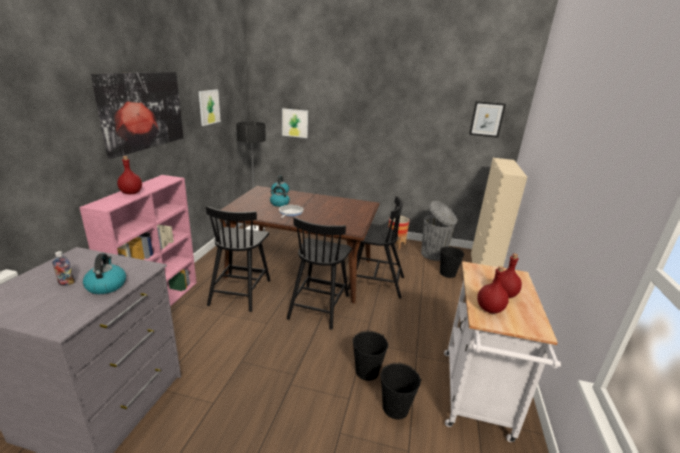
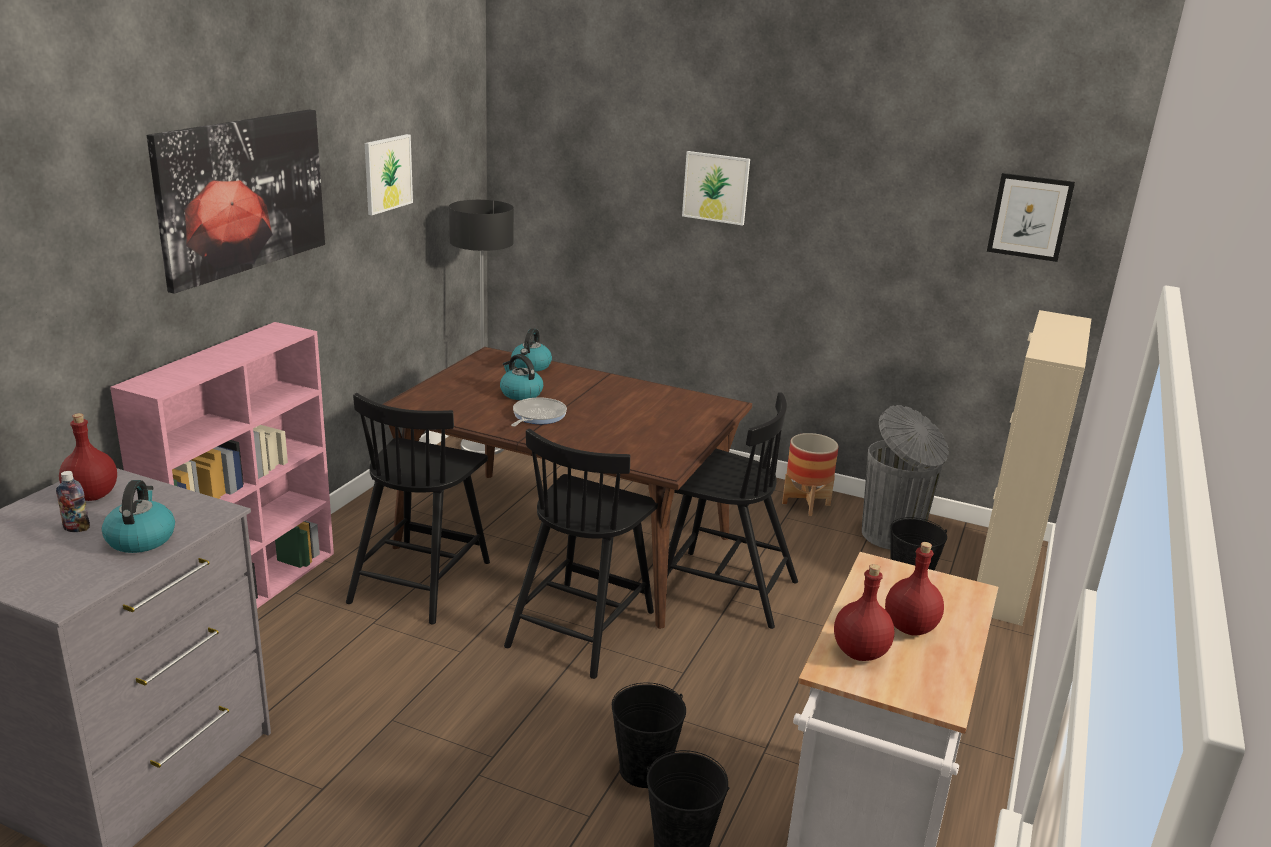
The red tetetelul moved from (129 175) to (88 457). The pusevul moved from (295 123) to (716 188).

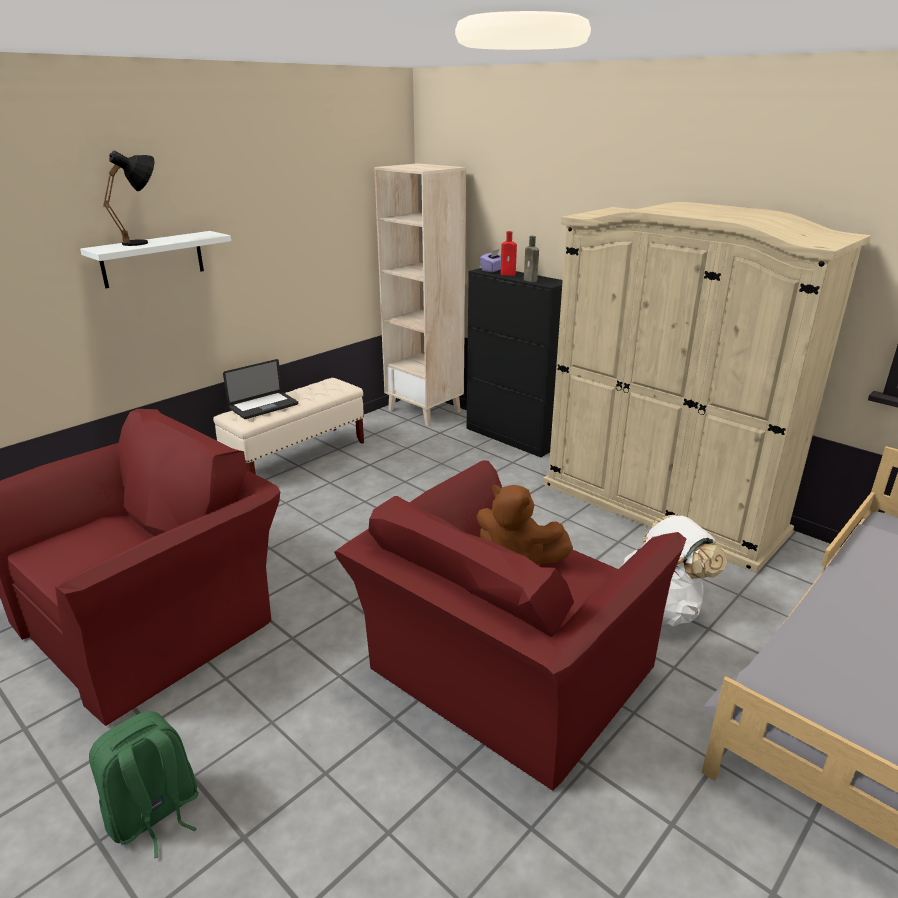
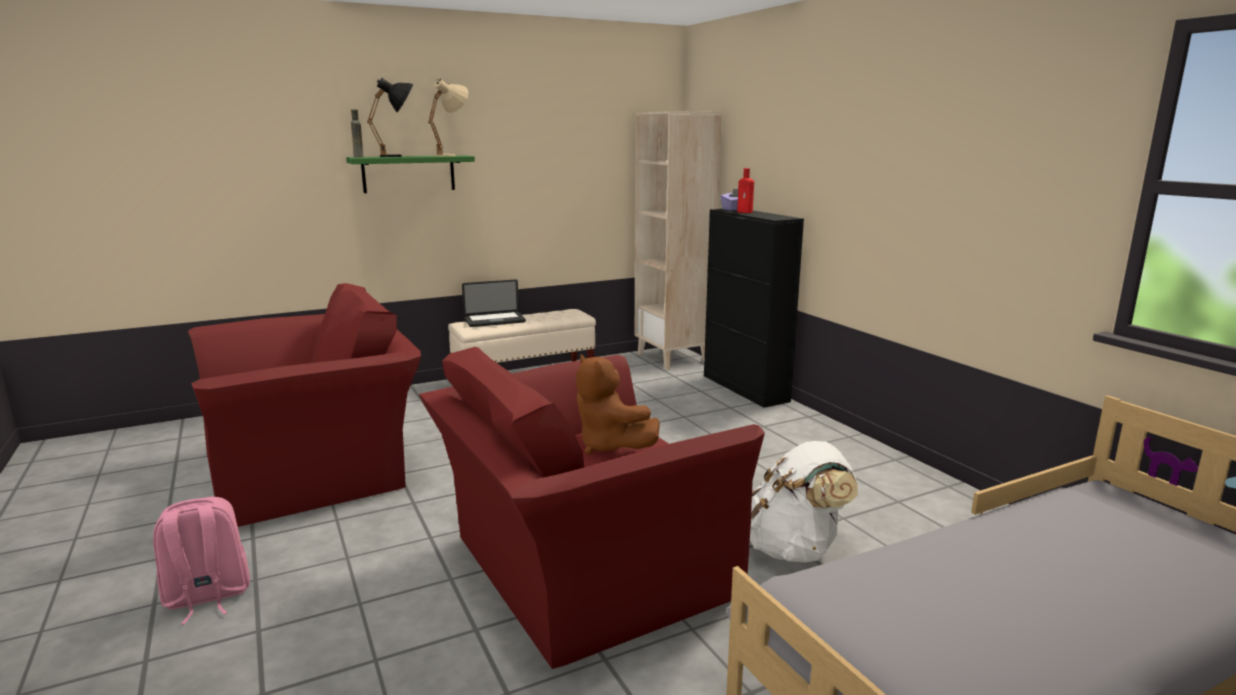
The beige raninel at (707 387) disappeared. The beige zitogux at (448 117) appeared. The brown tetetelul moved from (531 259) to (357 133). The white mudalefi at (155 259) became the green mudalefi at (410 174). The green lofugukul at (144 784) became the pink lofugukul at (201 561).

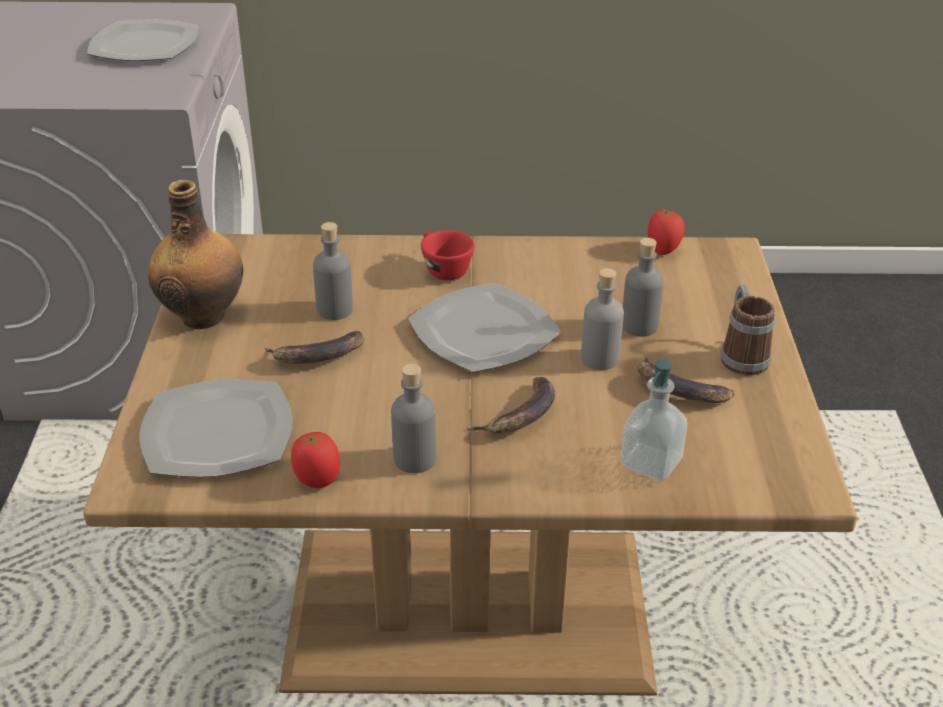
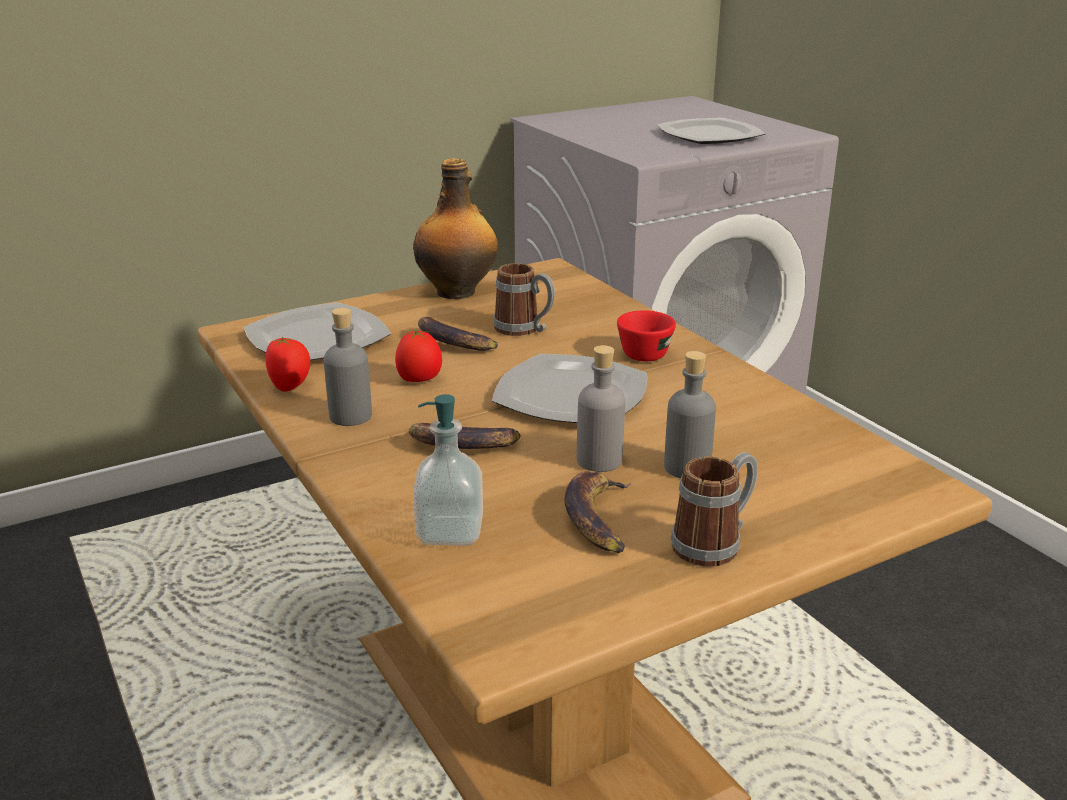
The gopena moved from (666 232) to (418 356). The grey tetetelul at (333 271) was replaced by the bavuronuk at (524 299).

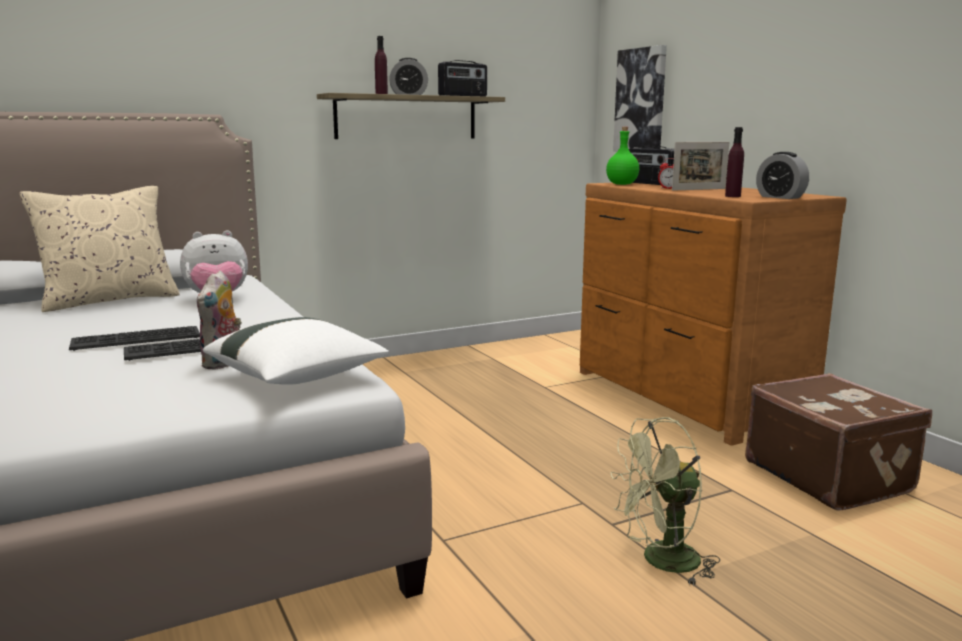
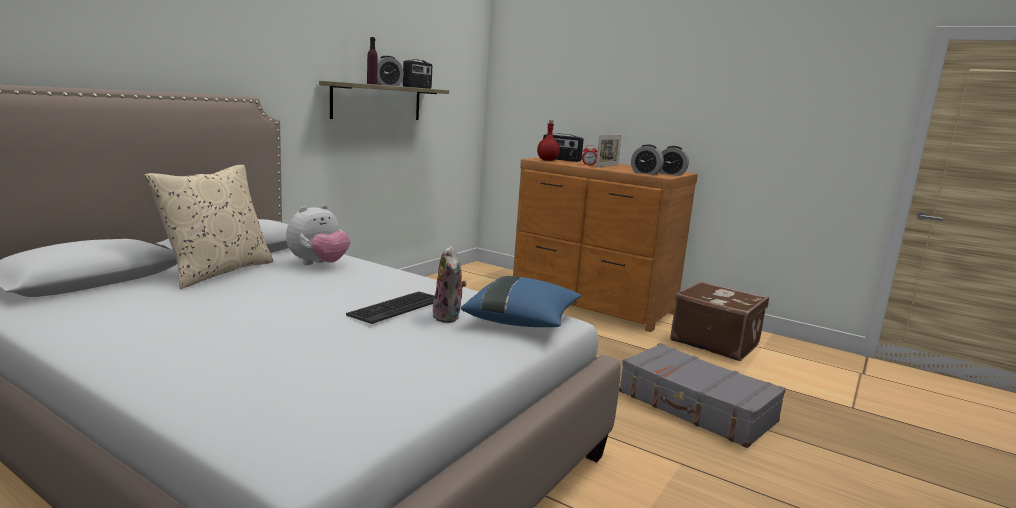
The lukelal at (134 338) disappeared. The pusevul at (640 98) disappeared. The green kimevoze at (665 501) was replaced by the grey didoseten at (702 395). The purple tetetelul at (734 162) was replaced by the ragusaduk at (647 160). The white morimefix at (296 351) became the blue morimefix at (521 301). The green tetetelul at (622 156) became the red tetetelul at (548 140).

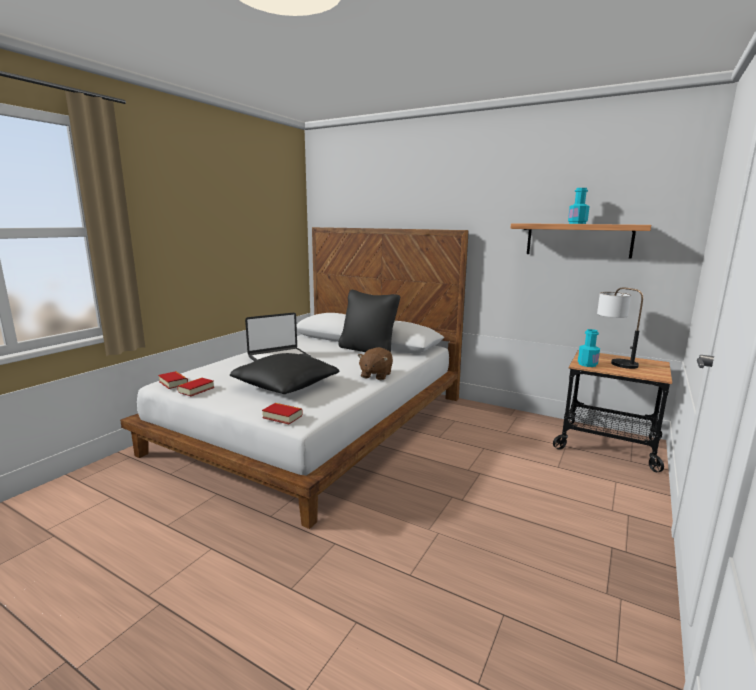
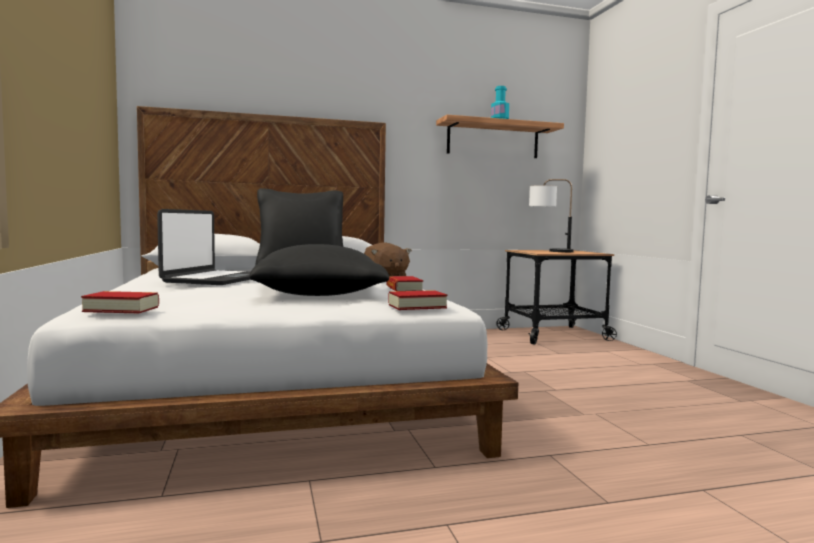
The turquoise tetetelul at (589 348) disappeared. The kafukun moved from (195 387) to (405 283).

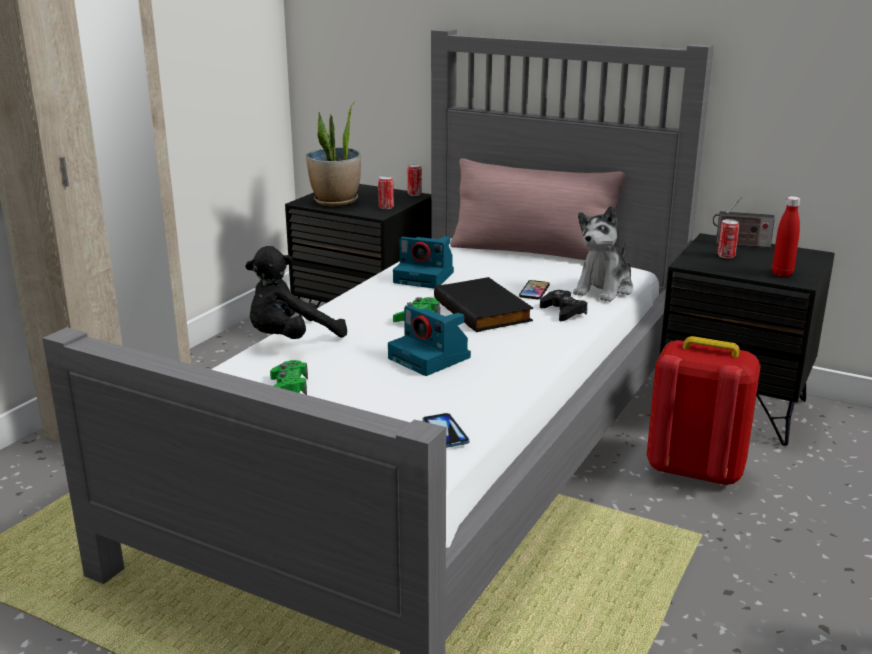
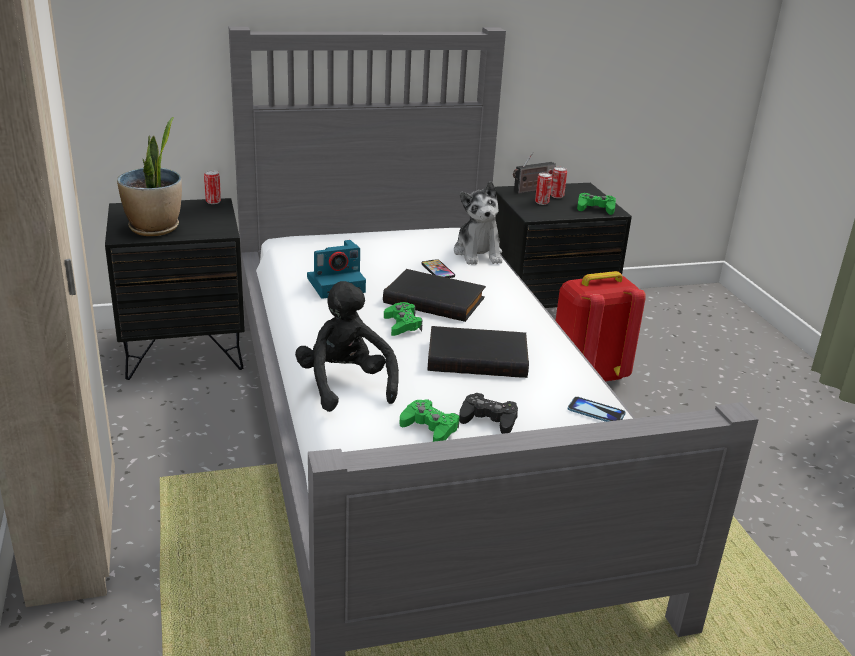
The pink morimefix at (538 209) disappeared. The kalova moved from (386 192) to (558 182). The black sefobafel moved from (564 305) to (488 413). The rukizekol at (429 340) was replaced by the black kafukun at (478 352). The red tetetelul at (786 236) was replaced by the green sefobafel at (596 204). The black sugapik at (296 292) turned 150 degrees clockwise.

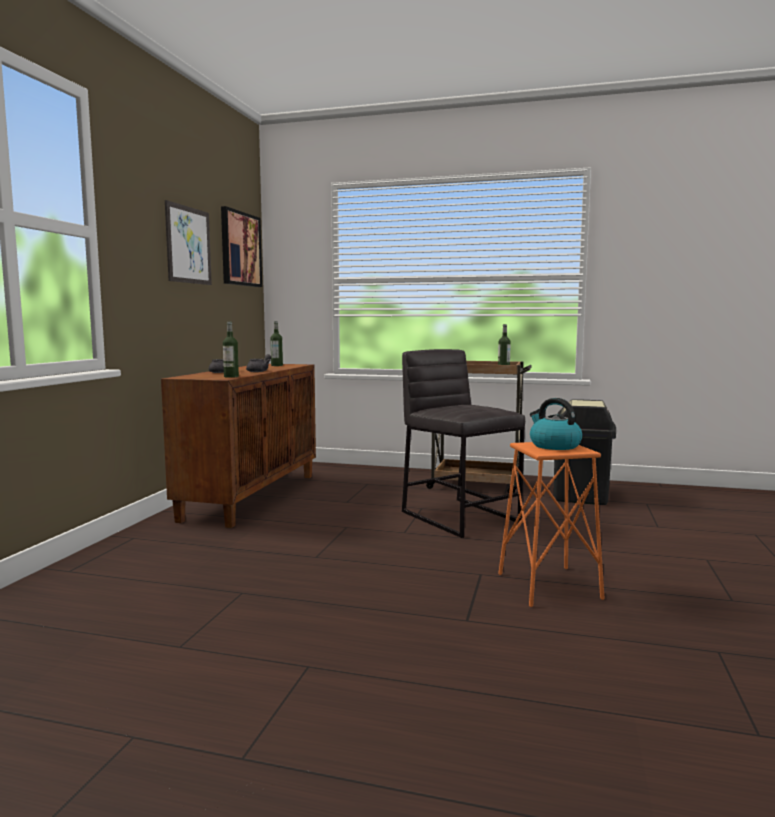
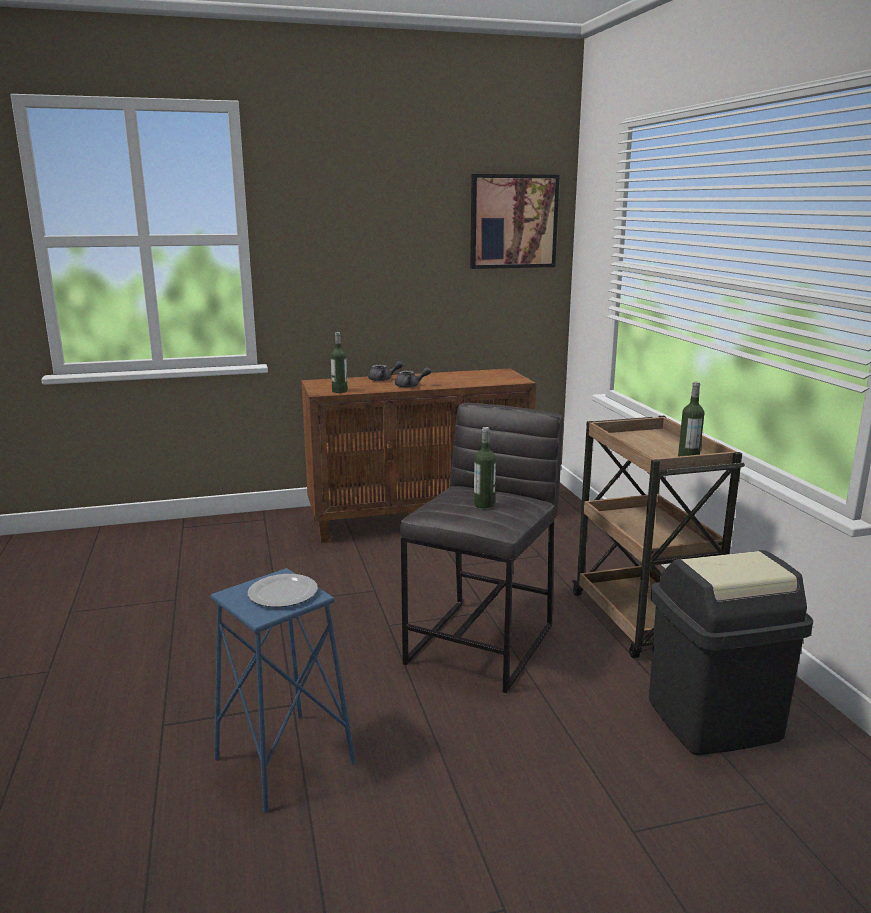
The pusevul at (188 242) disappeared. The tetetelul moved from (276 343) to (485 468). The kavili at (556 424) was replaced by the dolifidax at (283 590). The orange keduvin at (551 524) became the blue keduvin at (283 690).

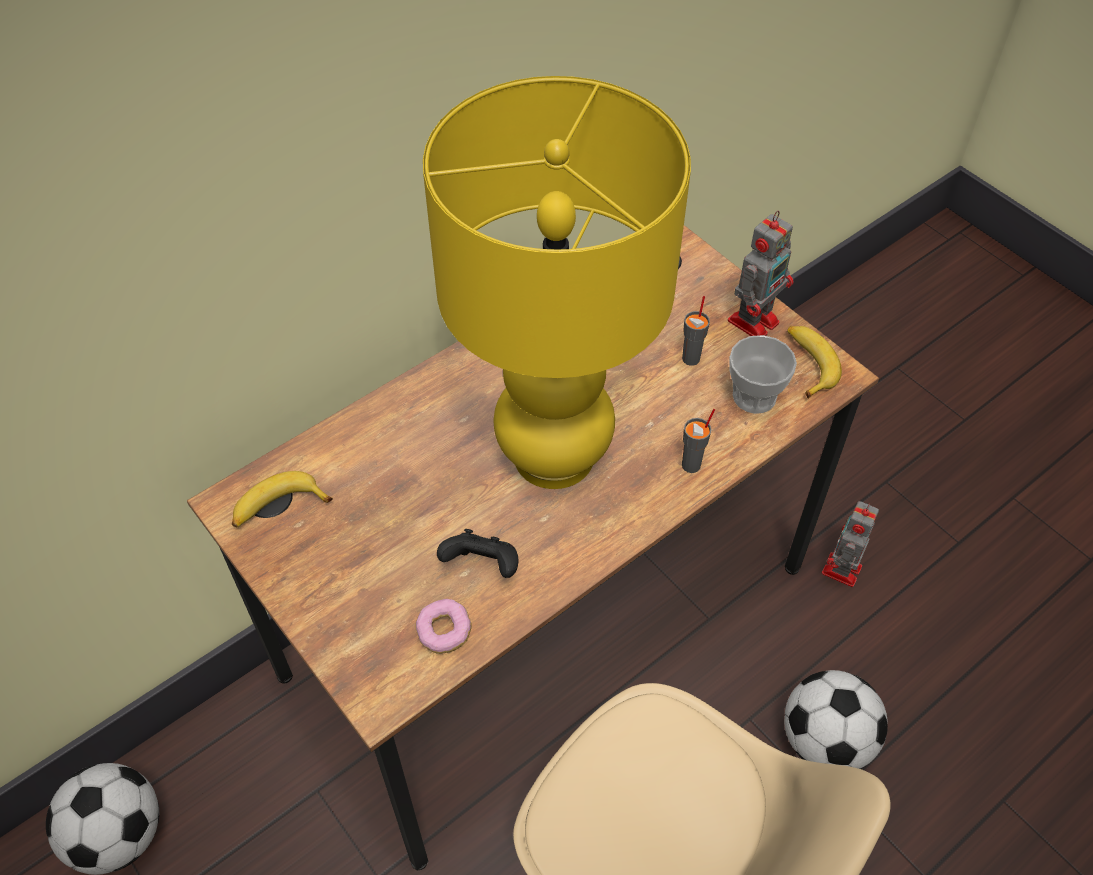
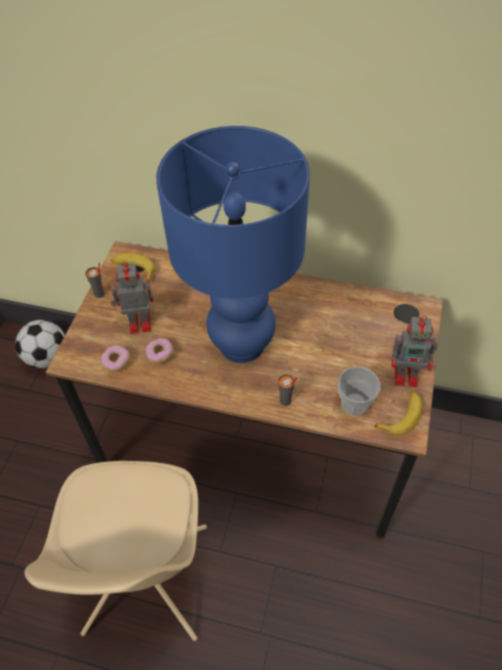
The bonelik at (836 719) disappeared. The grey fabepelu moved from (696 331) to (95 280). The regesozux moved from (850 544) to (132 298). The black sefobafel at (478 553) was replaced by the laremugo at (159 351). The yellow zitogux at (557 282) became the blue zitogux at (233 244).

